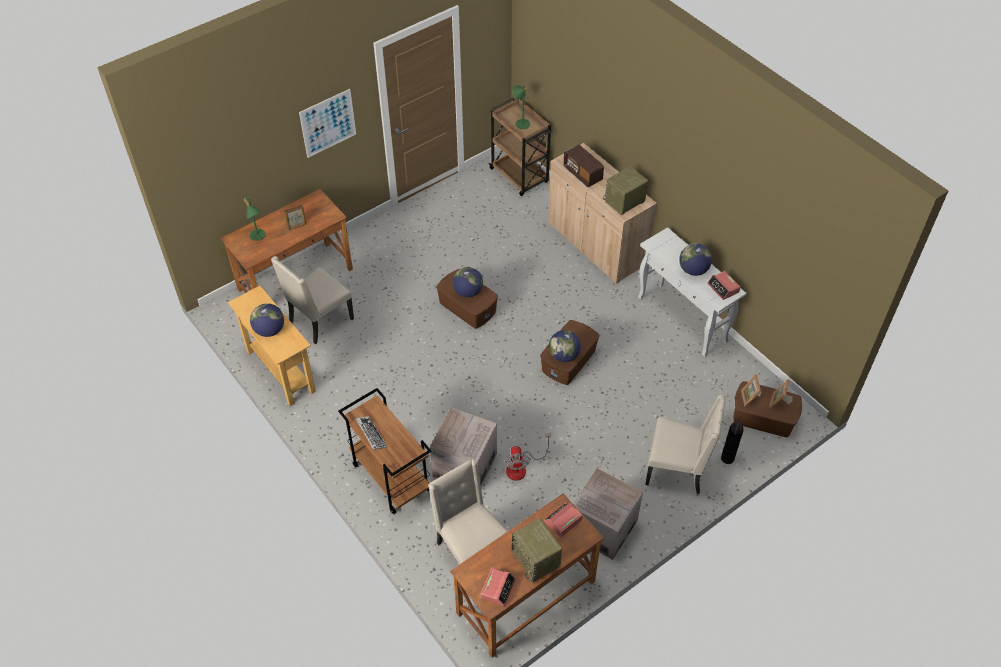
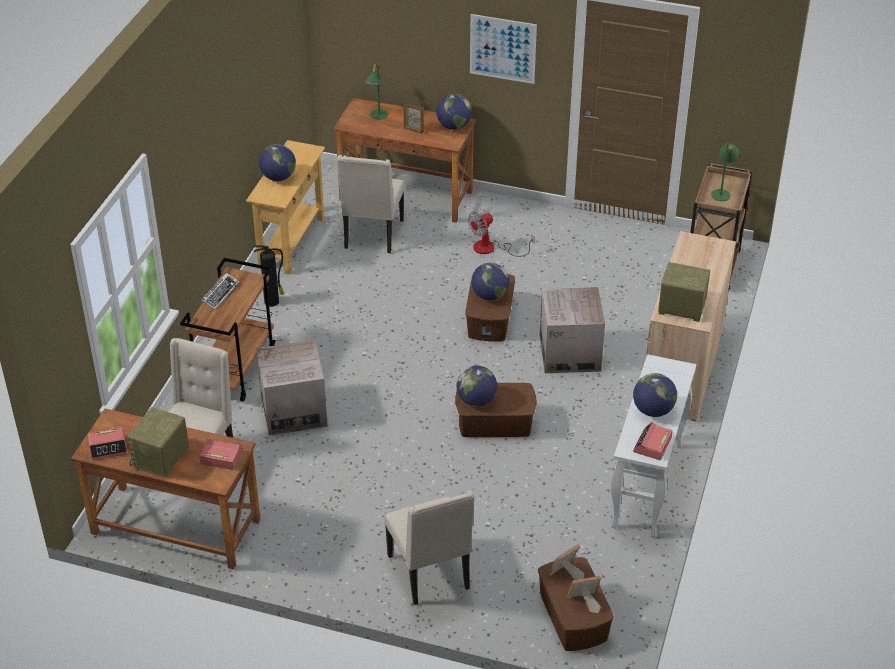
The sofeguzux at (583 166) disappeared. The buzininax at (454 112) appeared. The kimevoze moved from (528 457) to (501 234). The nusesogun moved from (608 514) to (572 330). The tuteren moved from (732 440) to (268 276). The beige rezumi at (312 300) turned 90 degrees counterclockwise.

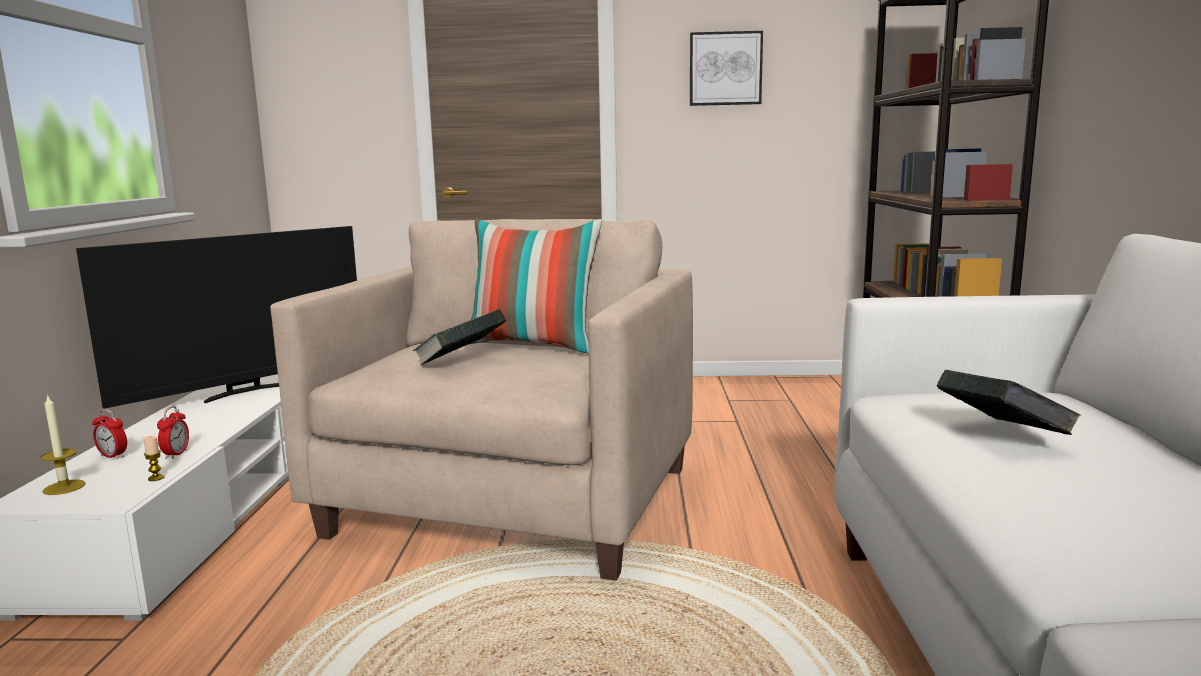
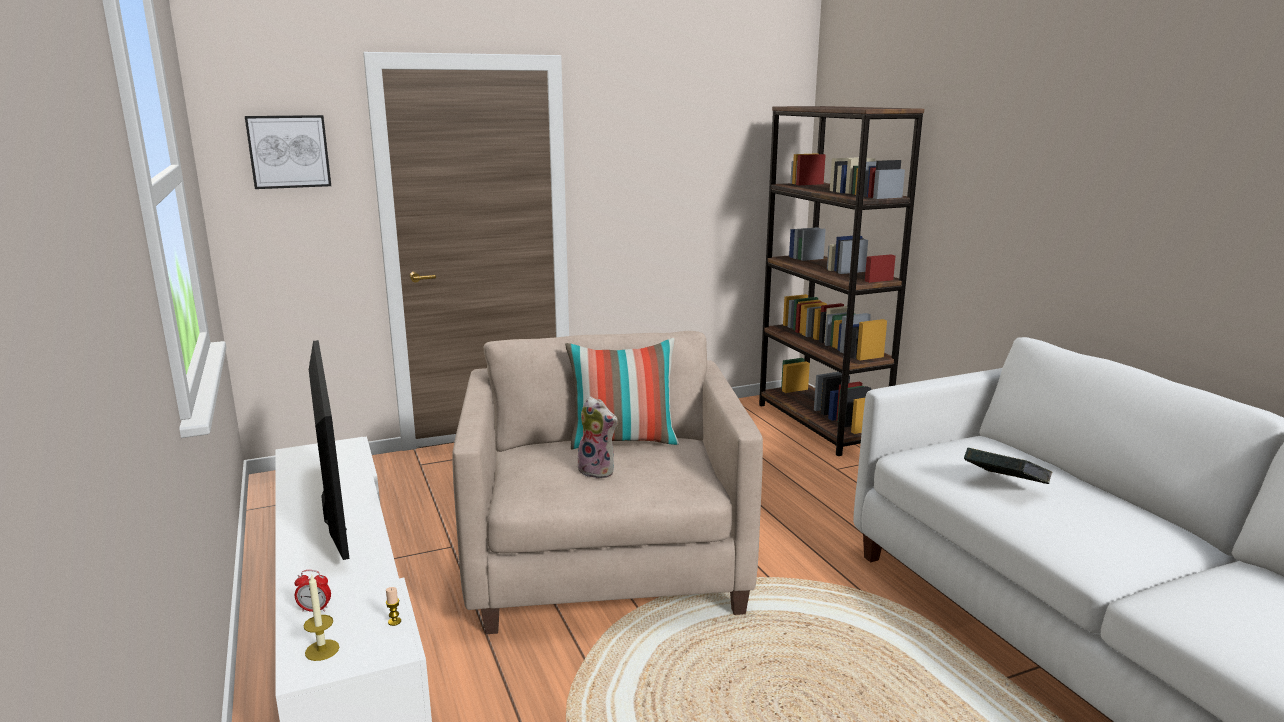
The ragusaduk at (173 432) disappeared. The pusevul moved from (726 68) to (288 152). The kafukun at (459 337) was replaced by the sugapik at (597 437). The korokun at (216 317) turned 45 degrees counterclockwise.

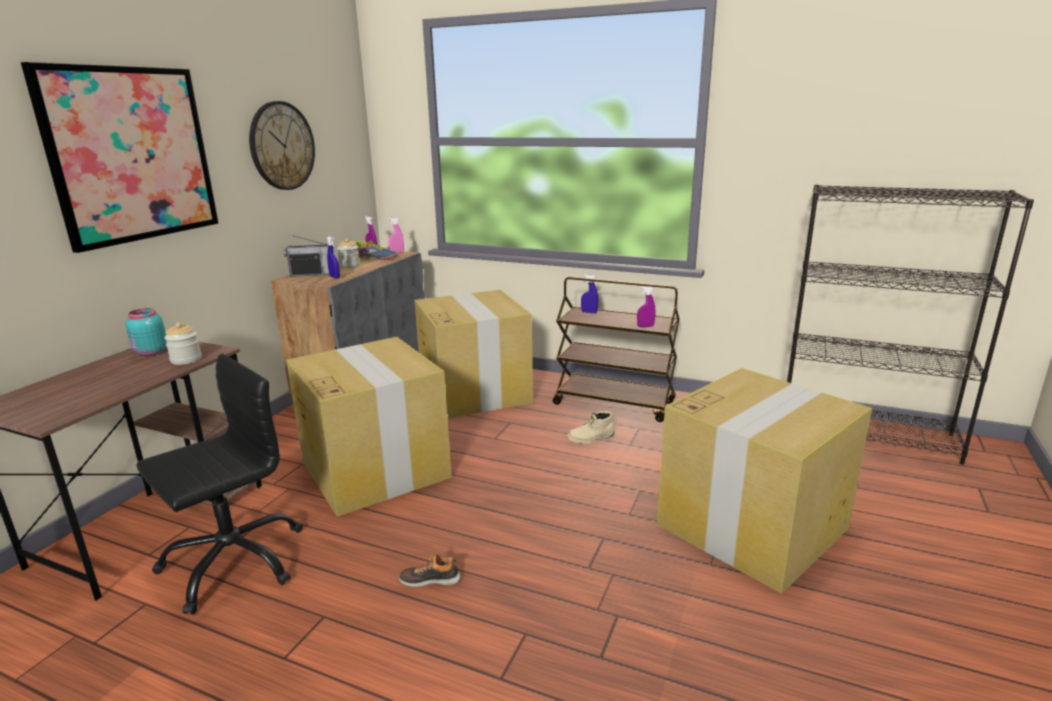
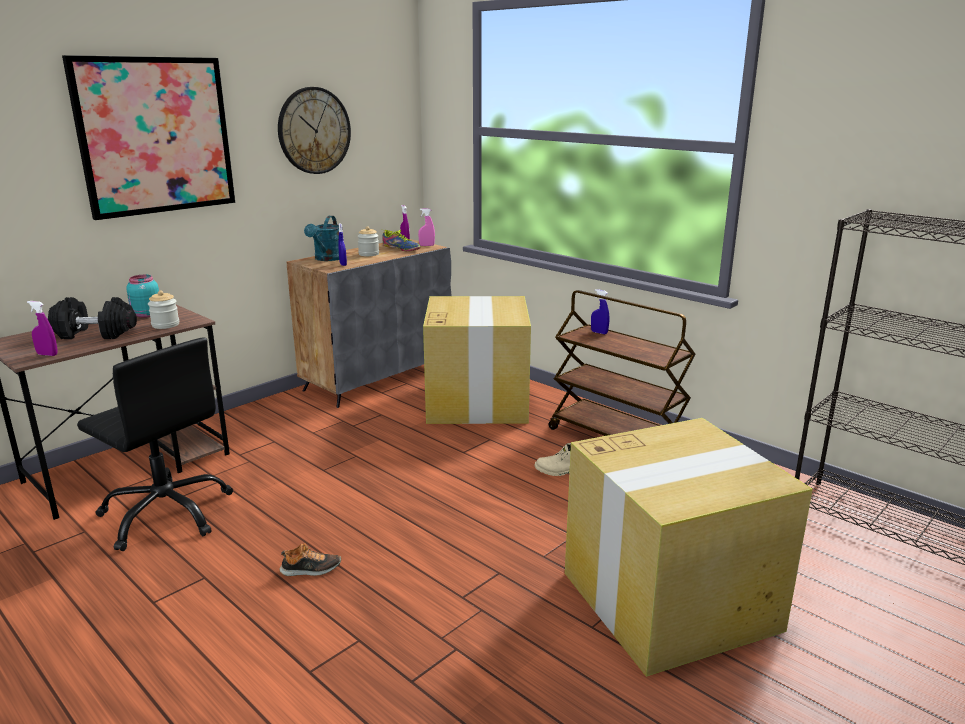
The nusesogun at (369 427) disappeared. The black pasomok at (92 318) appeared. The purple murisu moved from (646 306) to (42 328). The sofeguzux at (308 256) was replaced by the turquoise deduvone at (321 238). The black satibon at (219 484) turned 60 degrees clockwise. The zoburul at (429 570) turned 150 degrees clockwise.

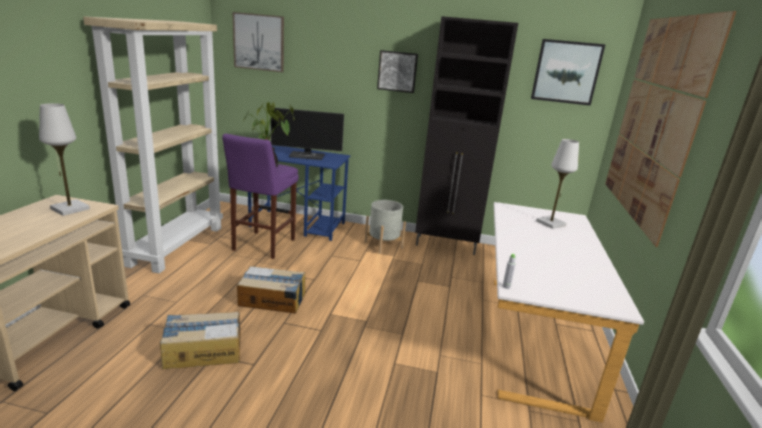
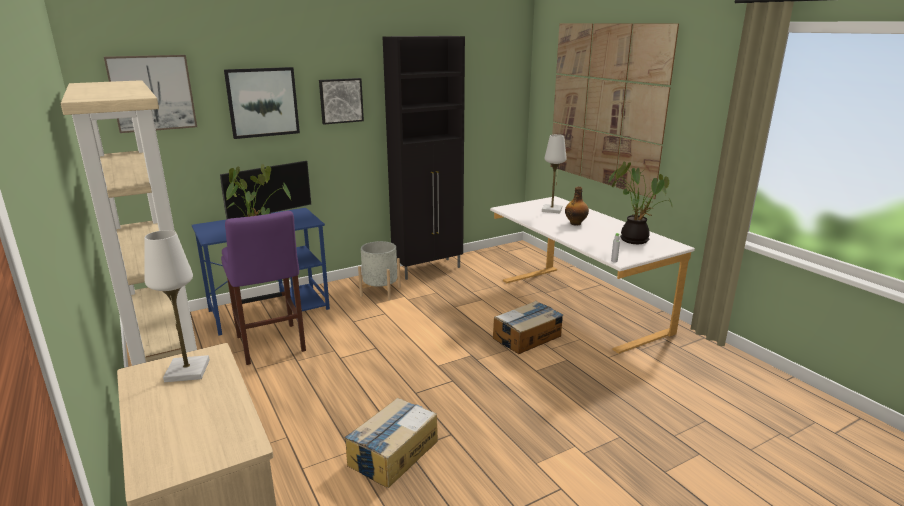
The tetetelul at (577 206) appeared. The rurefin at (640 202) appeared. The nusesogun moved from (271 289) to (528 327). The pusevul moved from (568 72) to (262 103).

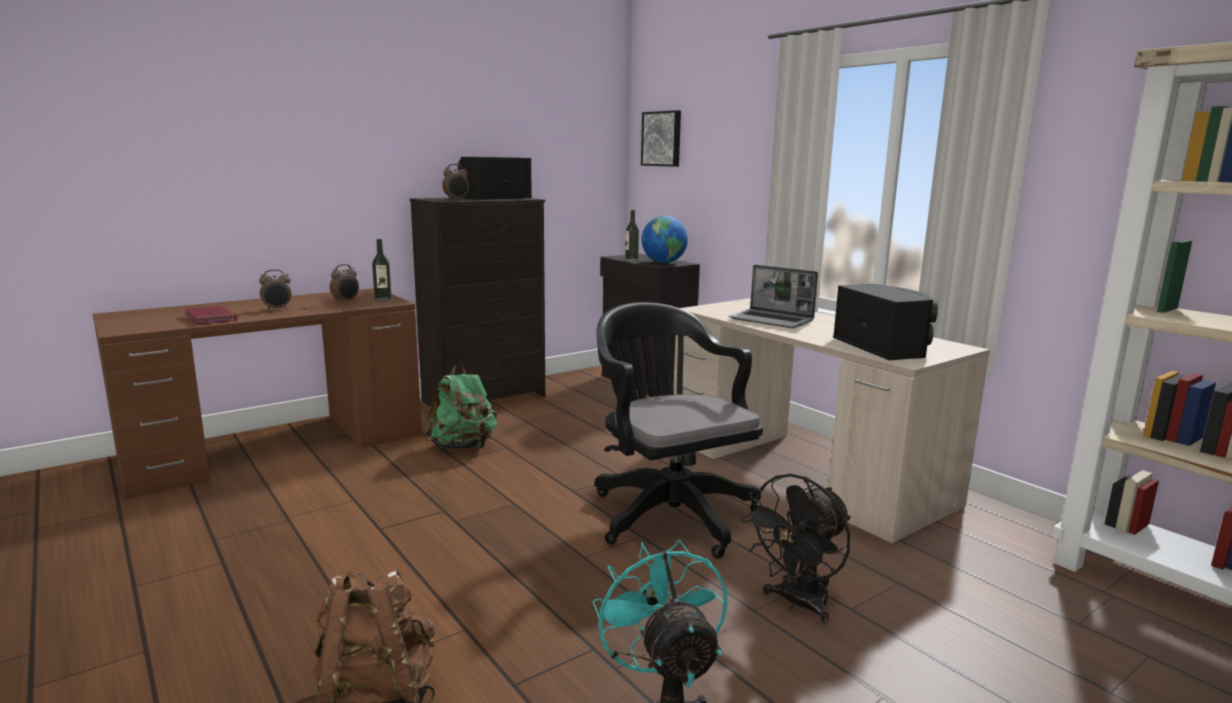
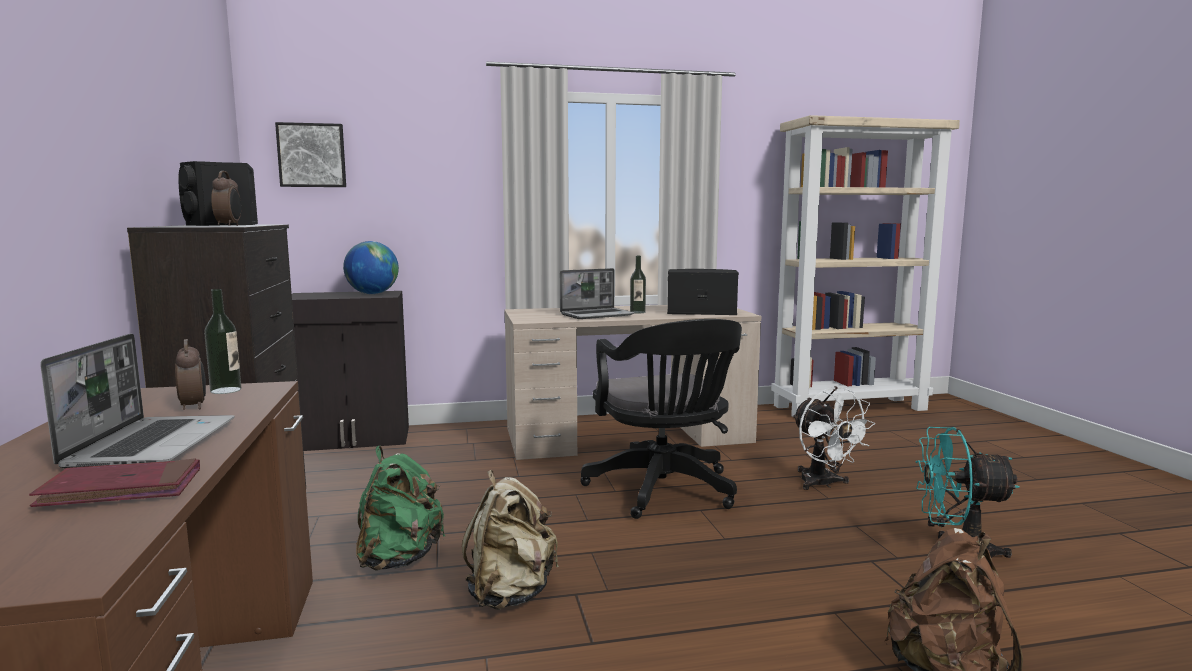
The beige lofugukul at (510 540) appeared. The tetetelul moved from (632 235) to (638 284). The ragusaduk at (275 290) was replaced by the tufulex at (137 401). The black kimevoze at (796 548) became the white kimevoze at (833 438). The black satibon at (679 430) turned 105 degrees counterclockwise.

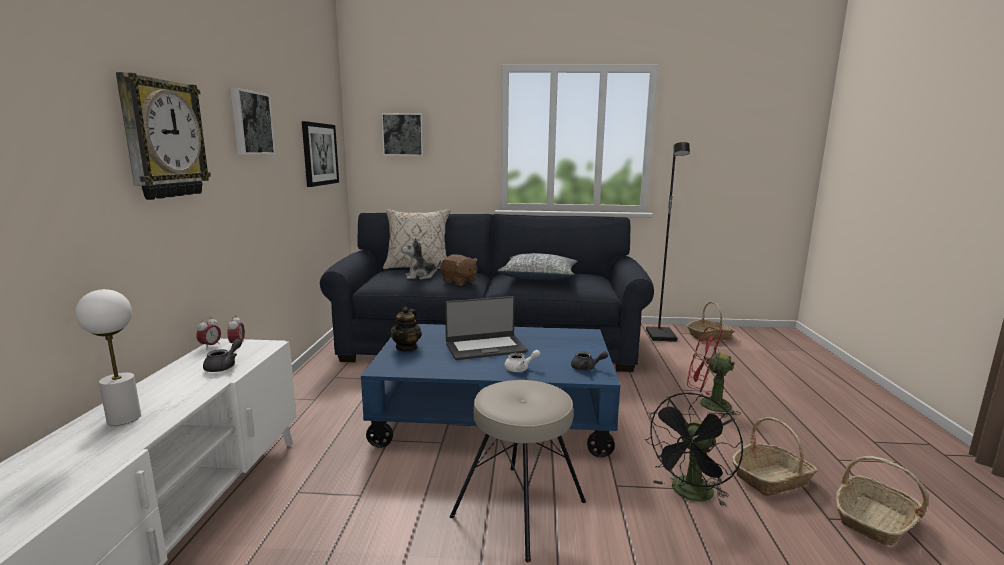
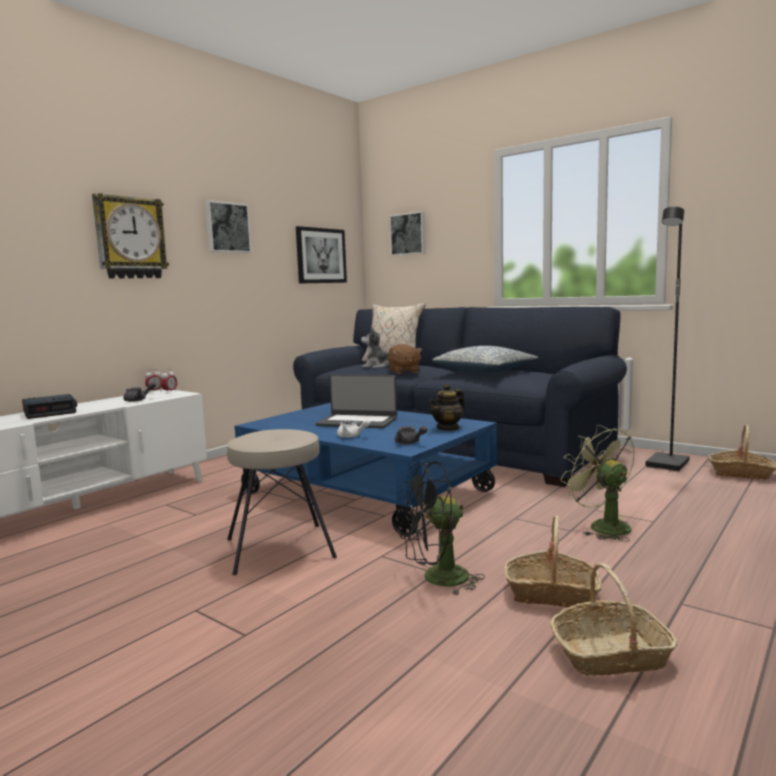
The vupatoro moved from (406 329) to (447 407). The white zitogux at (108 357) was replaced by the ragusaduk at (49 406). The red kimevoze at (714 372) became the green kimevoze at (598 483).

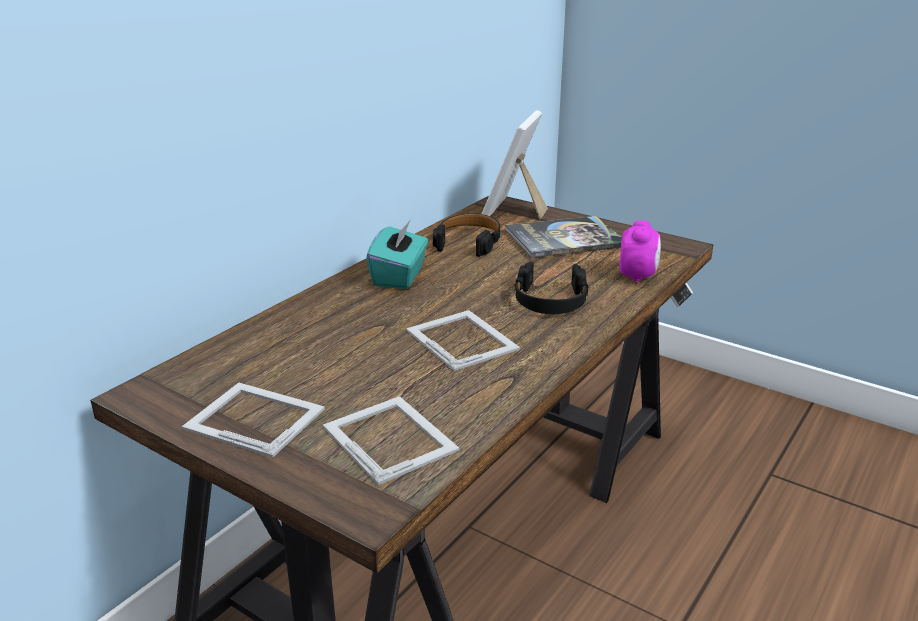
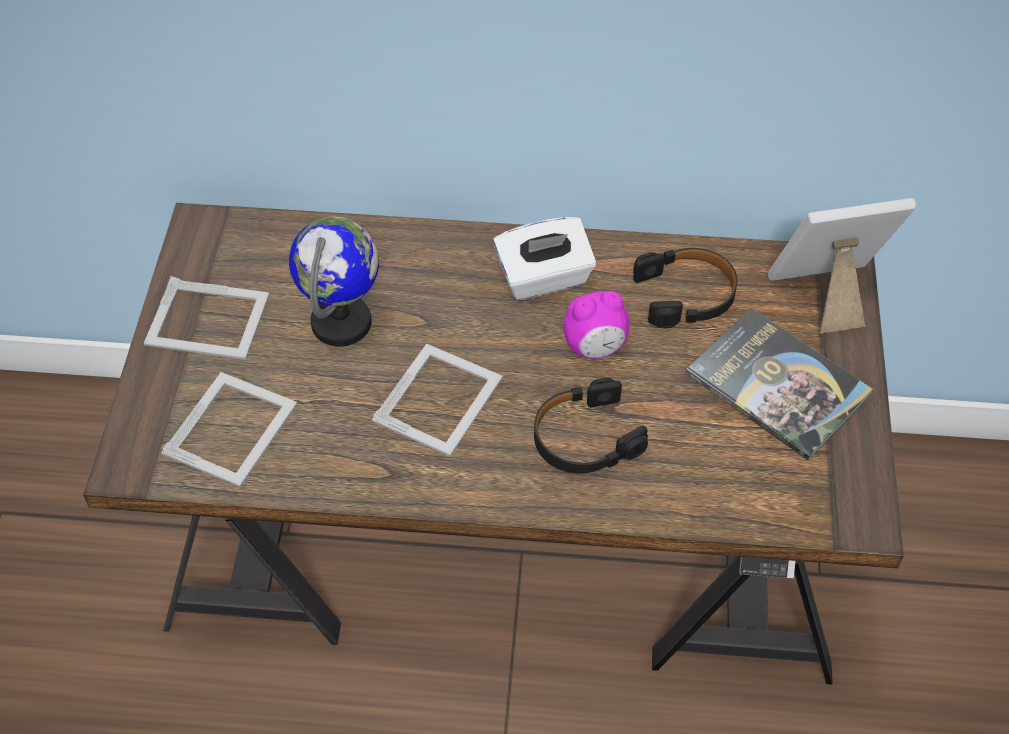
The buzininax at (334 281) appeared. The ragusaduk moved from (640 251) to (596 325). The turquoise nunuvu at (397 255) became the white nunuvu at (544 258). The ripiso at (253 420) turned 105 degrees clockwise.

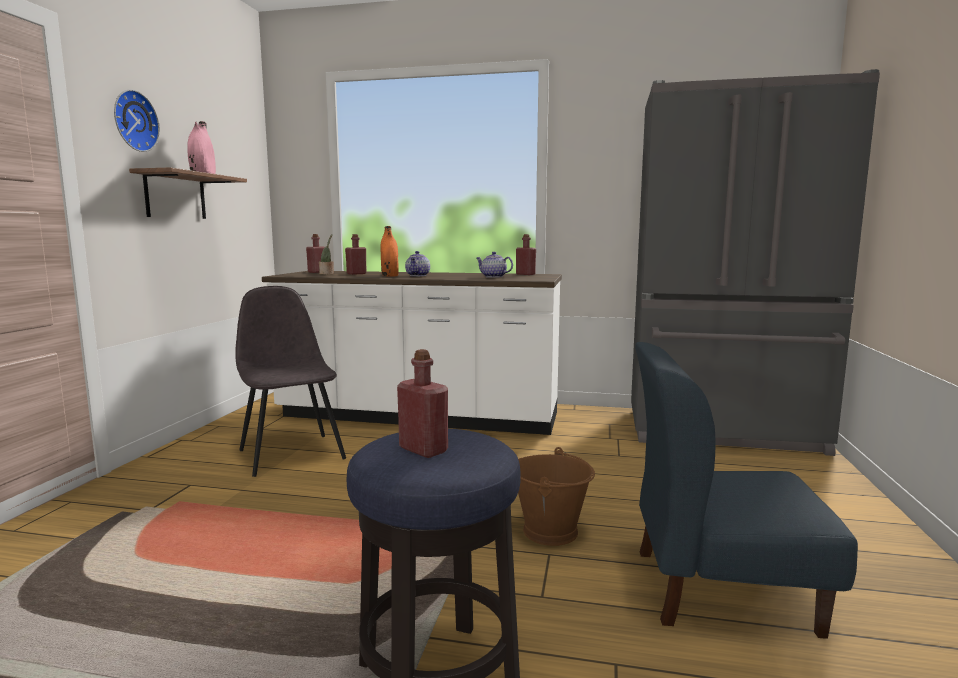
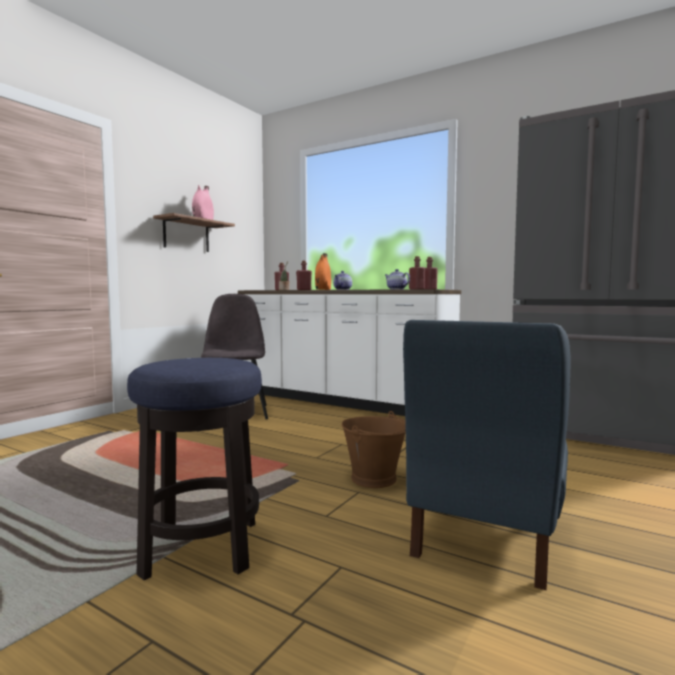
The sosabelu at (137 121) disappeared. The red tetetelul moved from (422 403) to (417 272). The blue rezumi at (746 490) turned 90 degrees counterclockwise.

